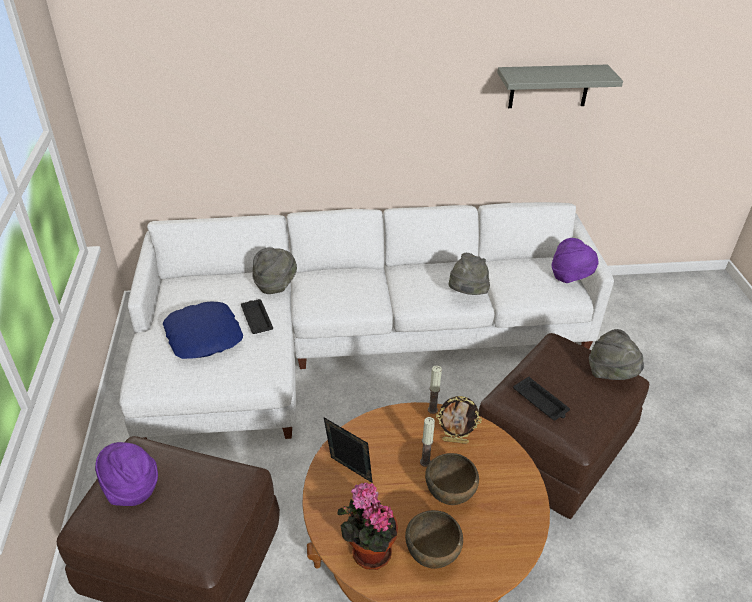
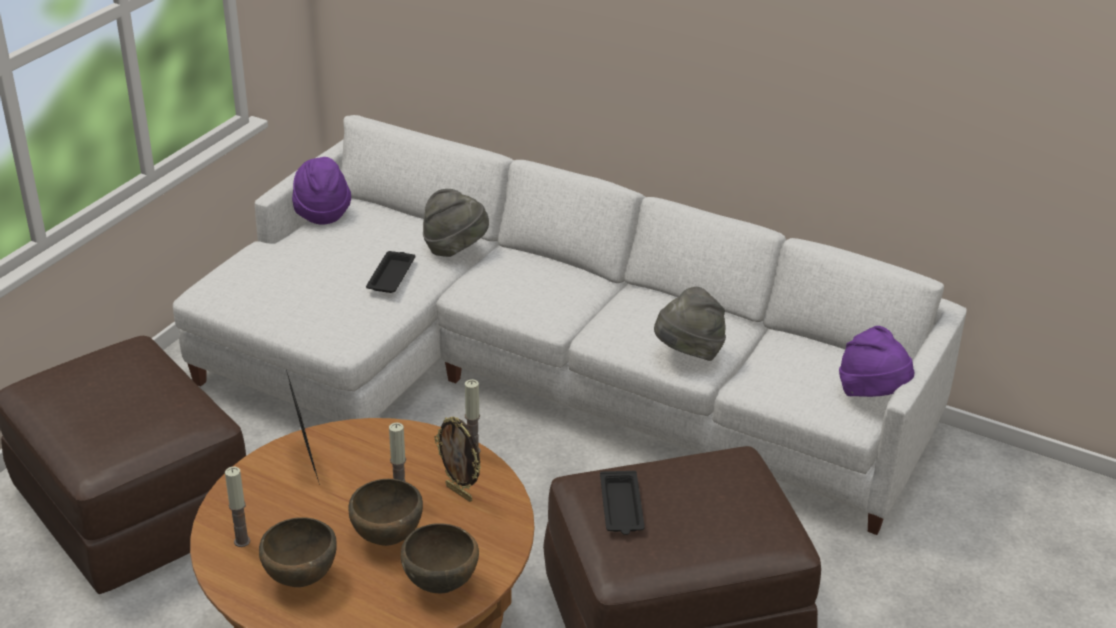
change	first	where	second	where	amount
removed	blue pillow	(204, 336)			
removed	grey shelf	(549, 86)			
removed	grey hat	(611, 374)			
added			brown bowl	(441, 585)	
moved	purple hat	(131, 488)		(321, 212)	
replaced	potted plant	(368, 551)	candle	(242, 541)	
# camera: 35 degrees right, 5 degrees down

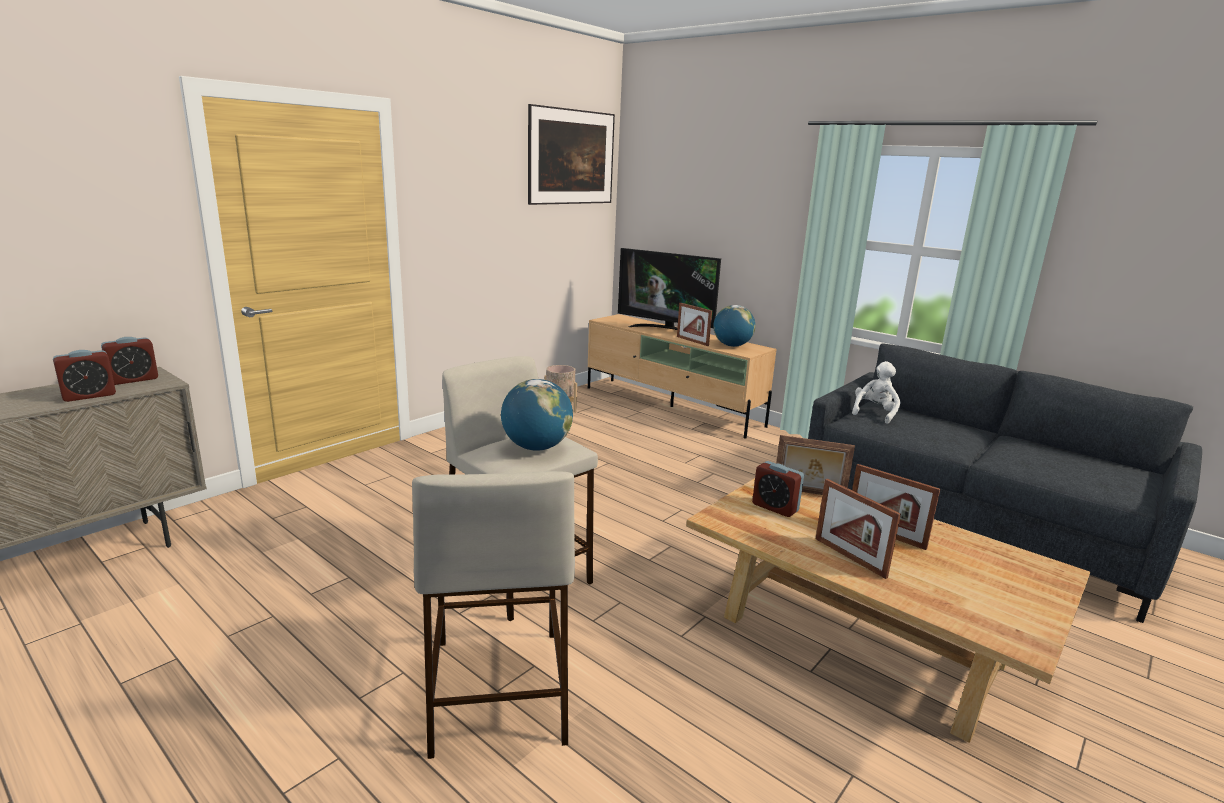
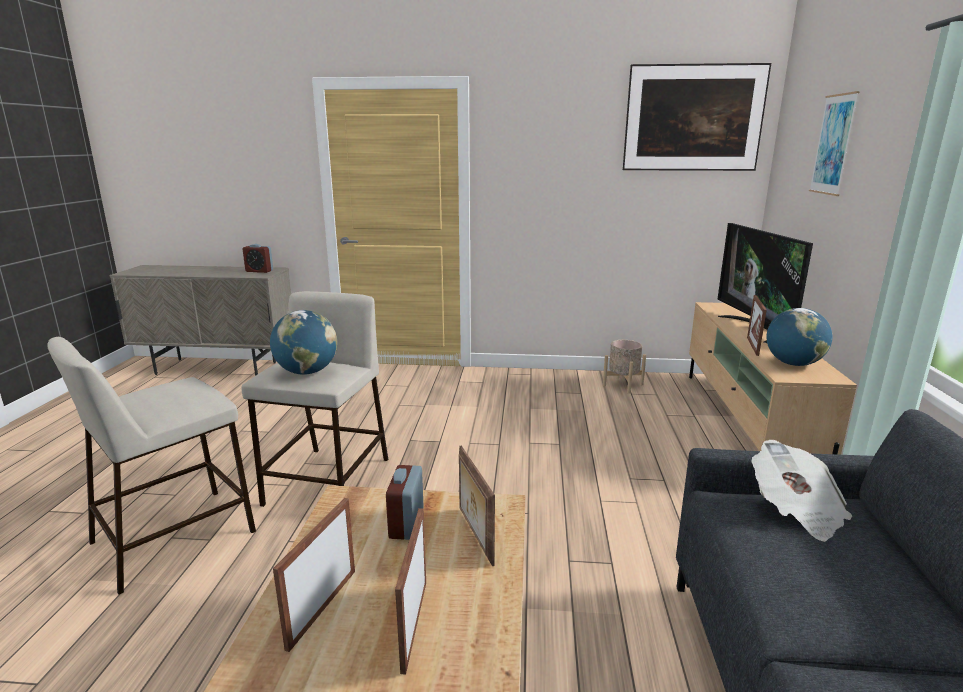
change	first	where	second	where	amount
removed	alarm clock	(89, 396)			
added			picture	(833, 144)	
replaced	white plush toy	(874, 413)	newspaper	(796, 510)	
# camera: 55 degrees right, 0 degrees up

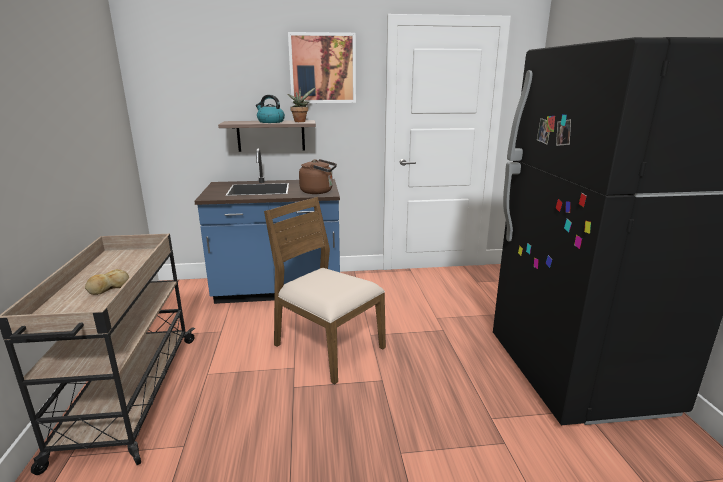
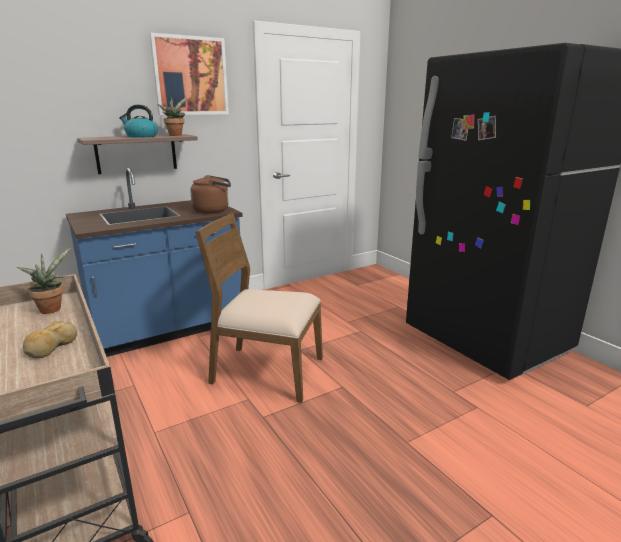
change	first	where	second	where	amount
added			potted plant	(52, 308)	
# camera: 25 degrees left, 0 degrees up

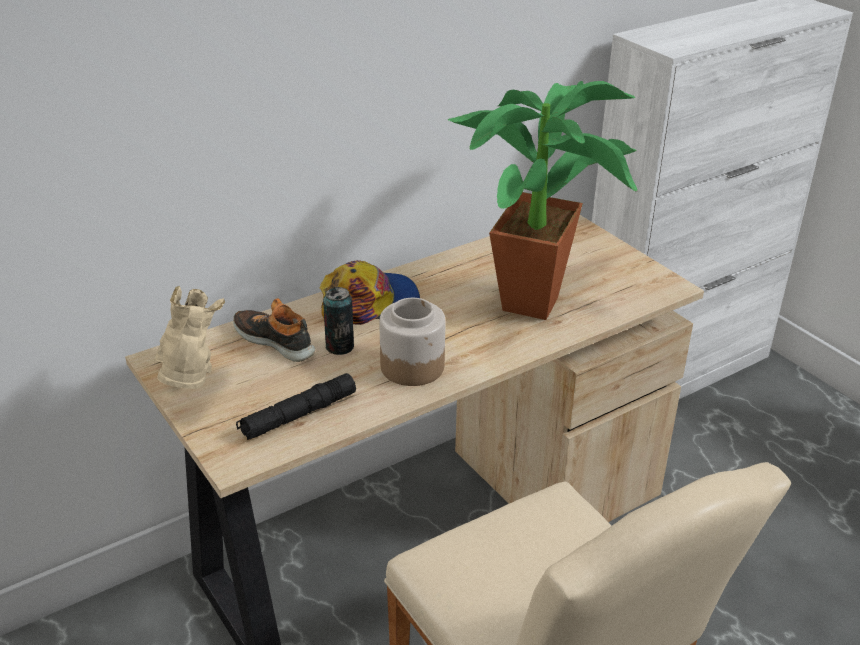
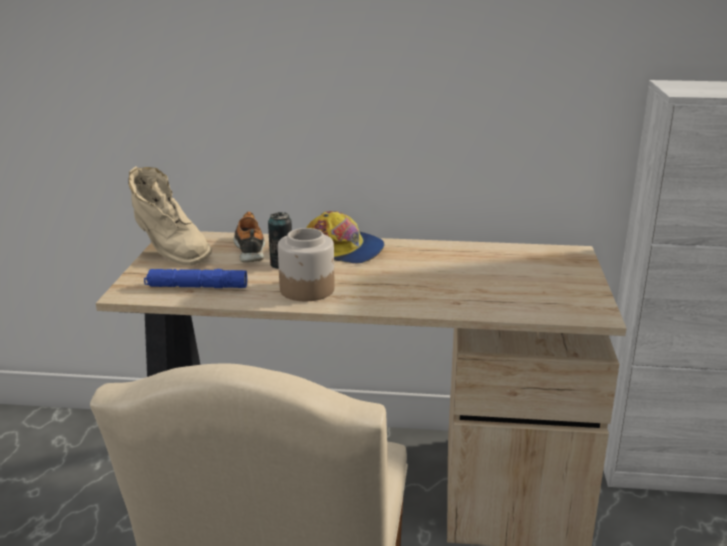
change	first	where	second	where	amount
removed	potted plant	(540, 299)			
recoloured	black flashlight	(298, 415)	blue flashlight	(196, 287)	
turned	beige boot	(190, 384)		(169, 252)	105 degrees clockwise
# camera: 40 degrees right, 10 degrees down

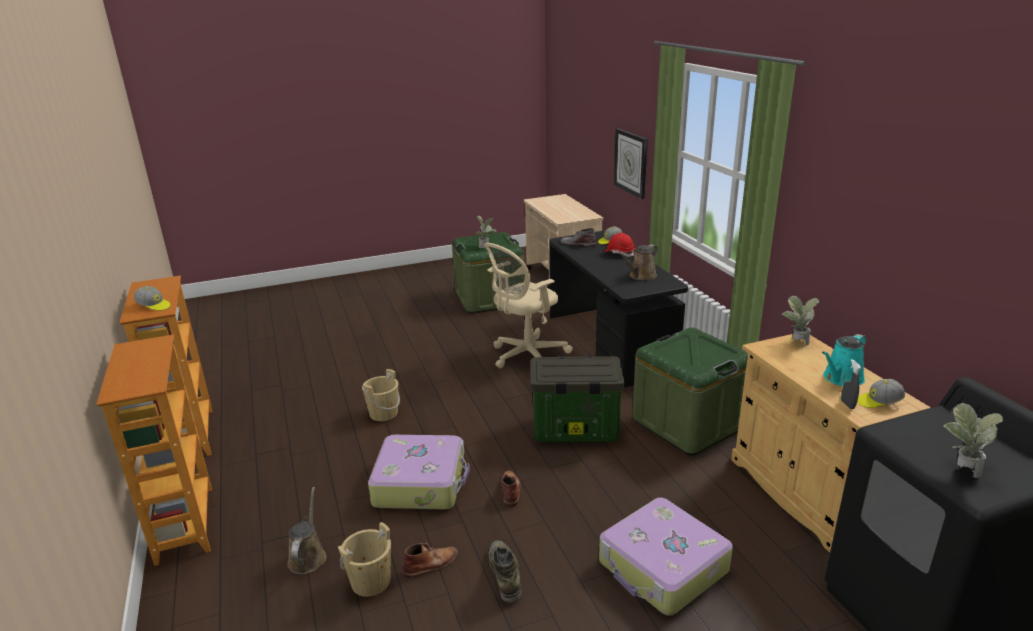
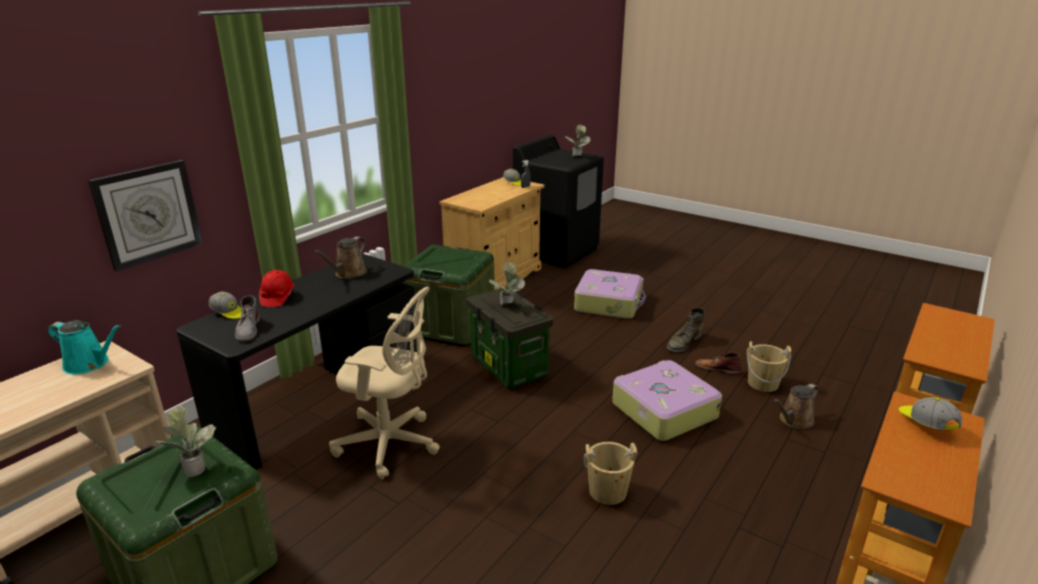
change	first	where	second	where	amount
removed	brown boot	(510, 490)			
moved	potted plant	(796, 342)		(507, 305)	
moved	turquoise watering can	(841, 379)		(89, 364)	
turned	brown watering can	(641, 276)		(348, 274)	105 degrees clockwise
# camera: 125 degrees left, 0 degrees up

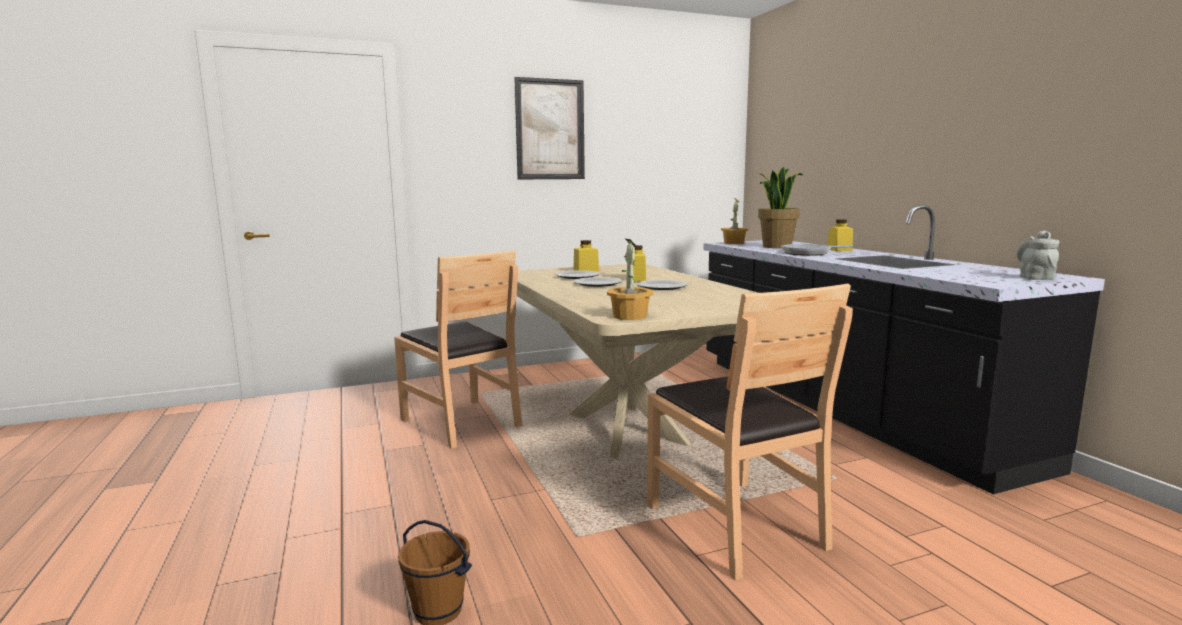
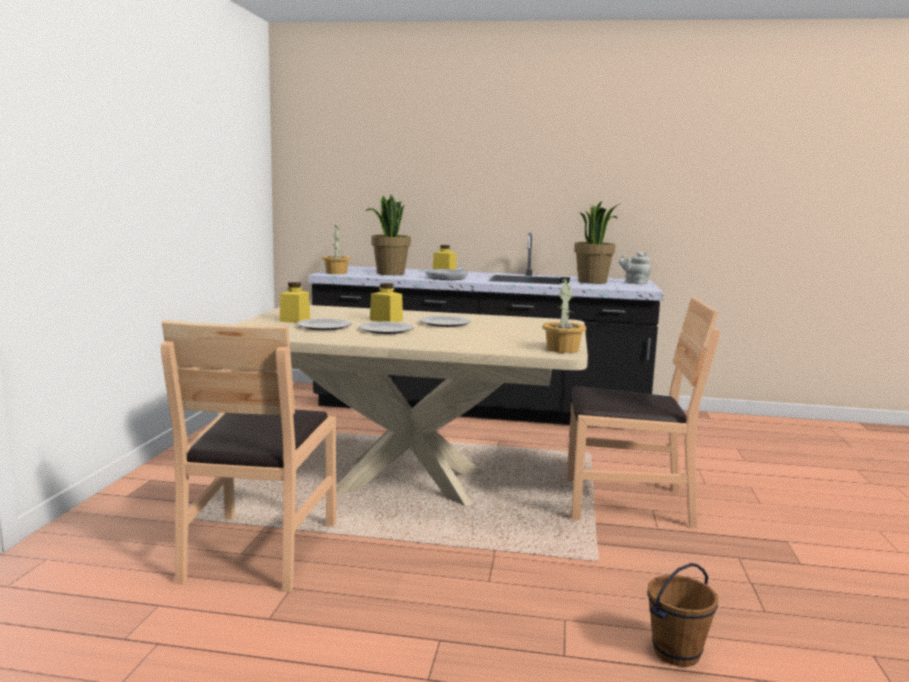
change	first	where	second	where	amount
removed	picture	(550, 129)			
added			potted plant	(593, 282)	
turned	brown chair	(461, 422)		(259, 550)	105 degrees clockwise
# camera: 60 degrees left, 0 degrees up

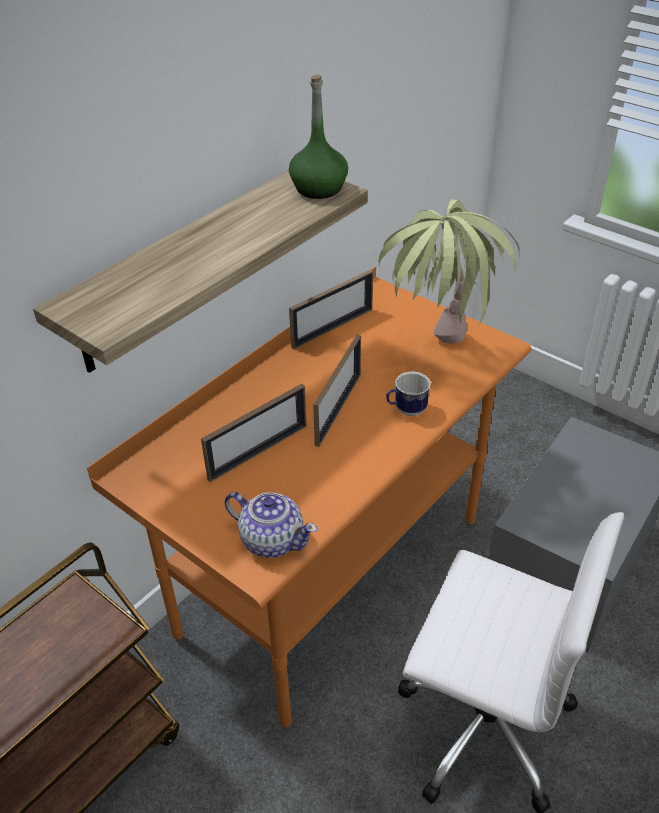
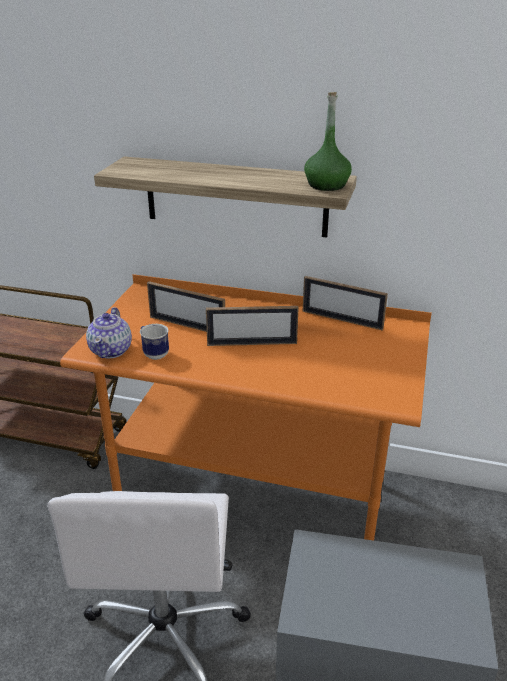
change	first	where	second	where	amount
removed	potted plant	(436, 360)			
moved	mug	(406, 410)		(153, 353)	
# camera: 65 degrees right, 10 degrees down

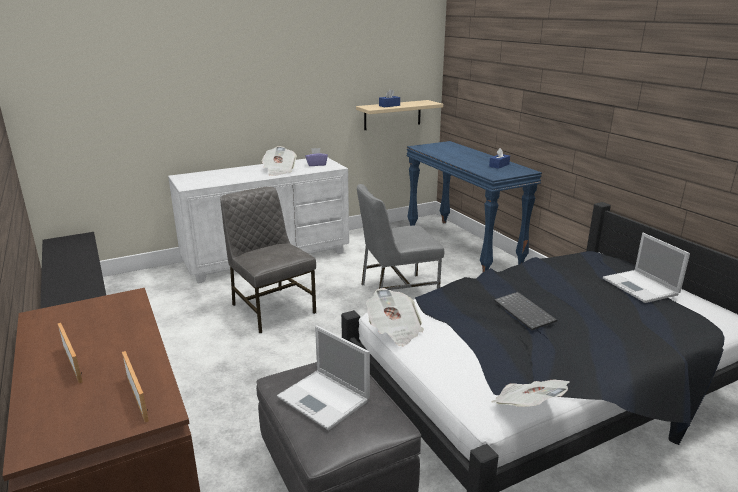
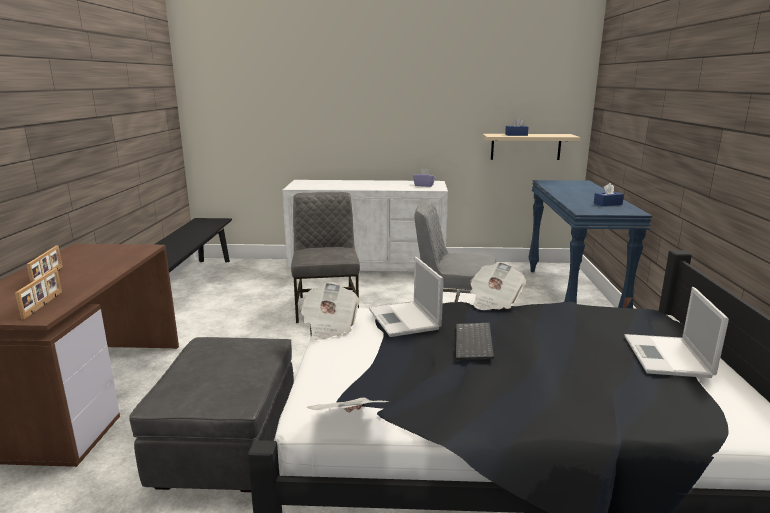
change	first	where	second	where	amount
moved	newspaper	(279, 171)		(494, 301)	
moved	laptop	(325, 399)		(404, 320)	
# camera: 30 degrees right, 5 degrees down

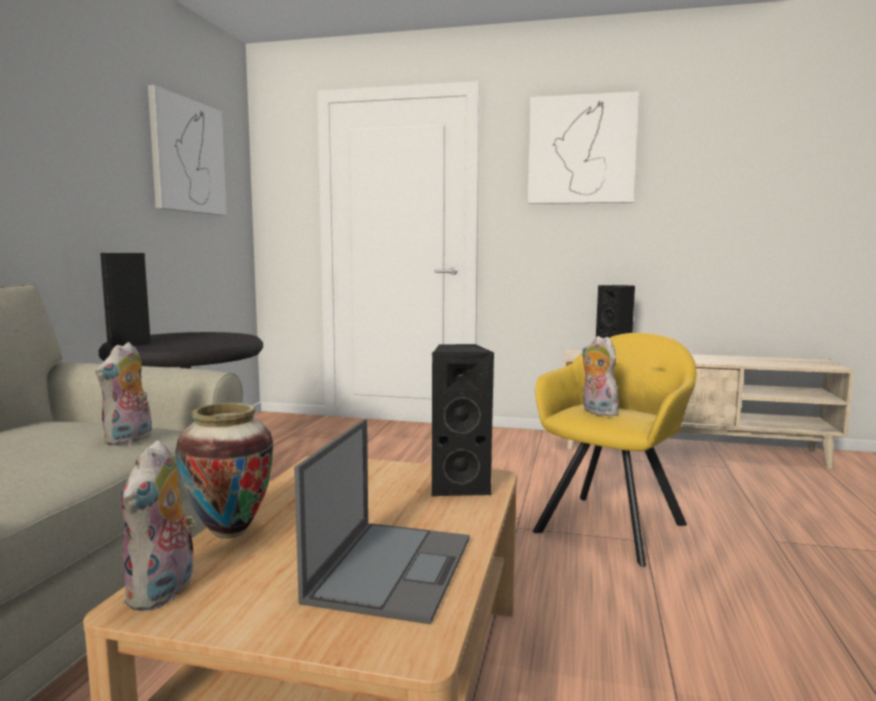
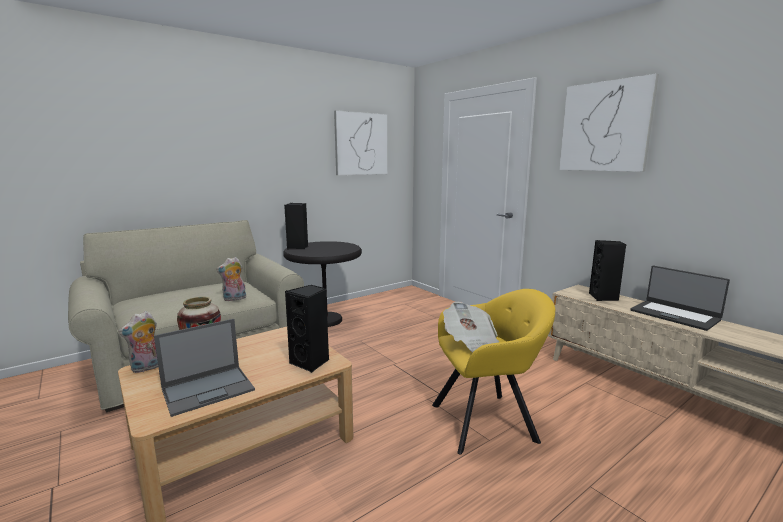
change	first	where	second	where	amount
added			laptop	(674, 315)	
replaced	plush toy	(596, 412)	newspaper	(470, 341)	
# camera: 40 degrees right, 5 degrees up

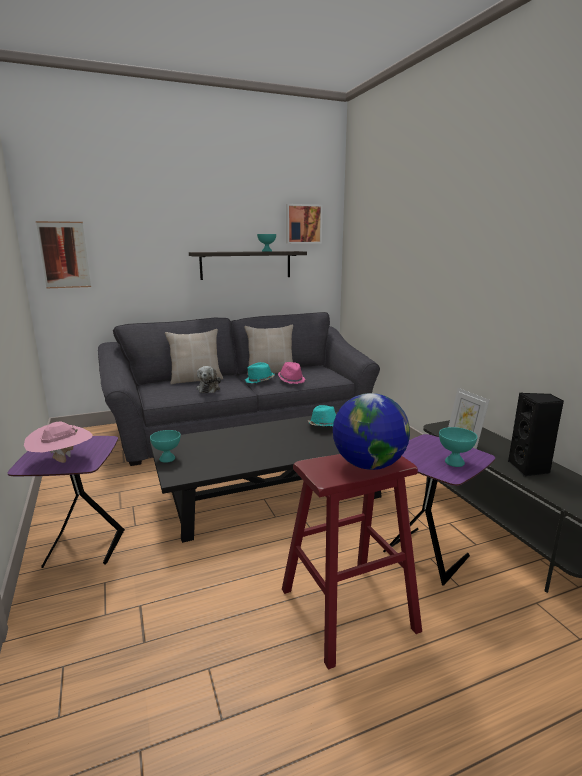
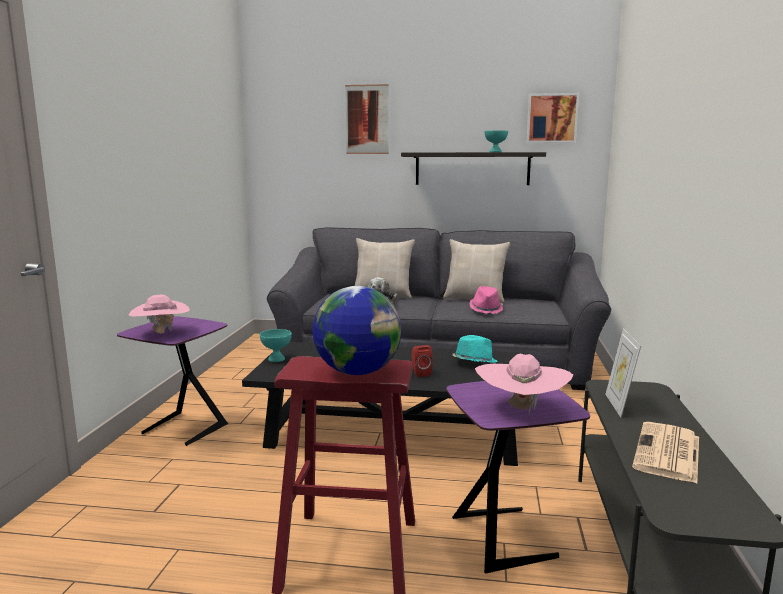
change	first	where	second	where	amount
removed	turquoise hat	(259, 380)			
added			red speaker	(420, 373)	
moved	picture	(64, 255)		(367, 119)	
replaced	turquoise bowl	(454, 462)	pink hat	(521, 409)	
replaced	black speaker	(529, 468)	newspaper	(668, 453)	
# camera: 30 degrees right, 5 degrees down

